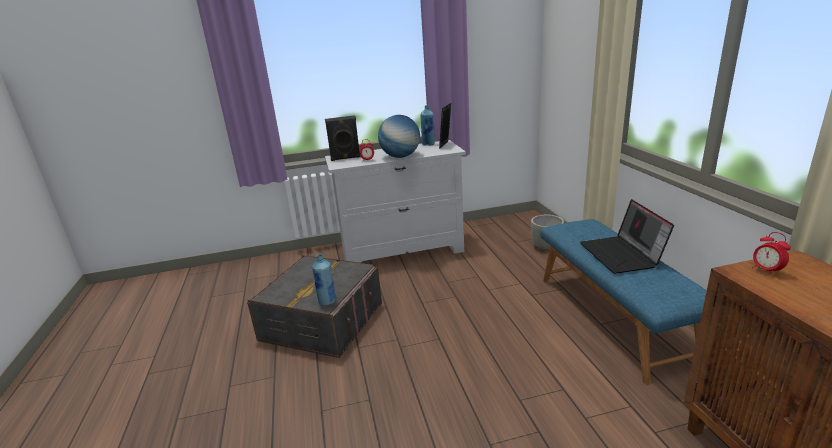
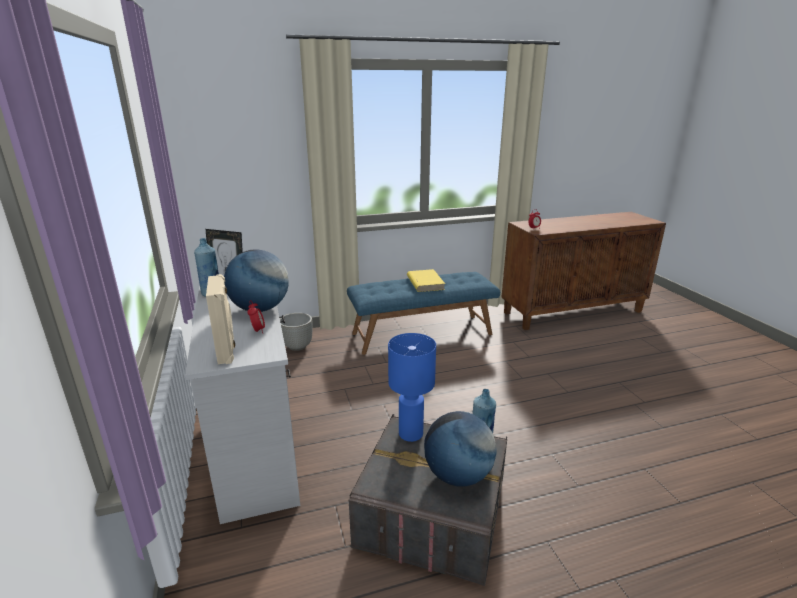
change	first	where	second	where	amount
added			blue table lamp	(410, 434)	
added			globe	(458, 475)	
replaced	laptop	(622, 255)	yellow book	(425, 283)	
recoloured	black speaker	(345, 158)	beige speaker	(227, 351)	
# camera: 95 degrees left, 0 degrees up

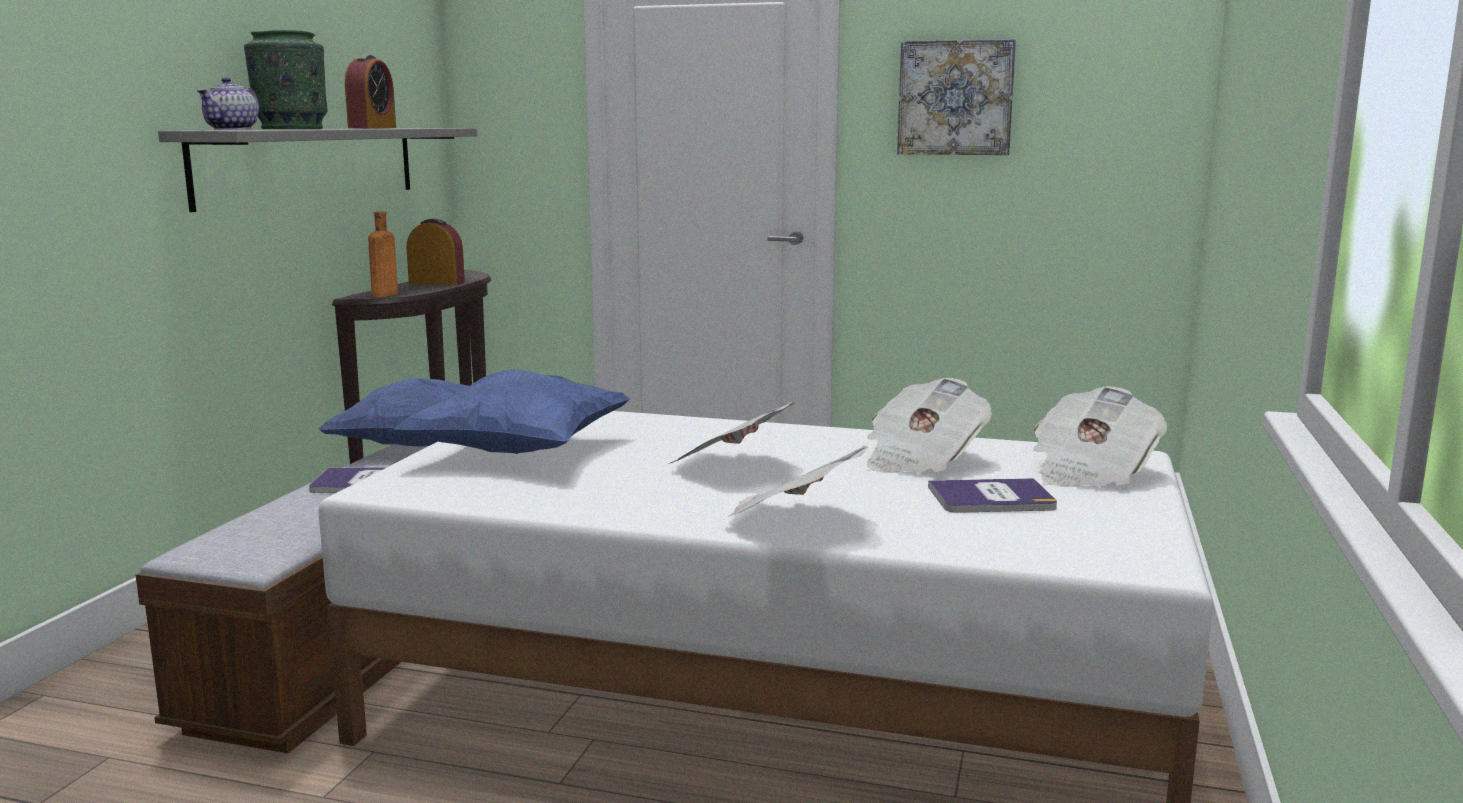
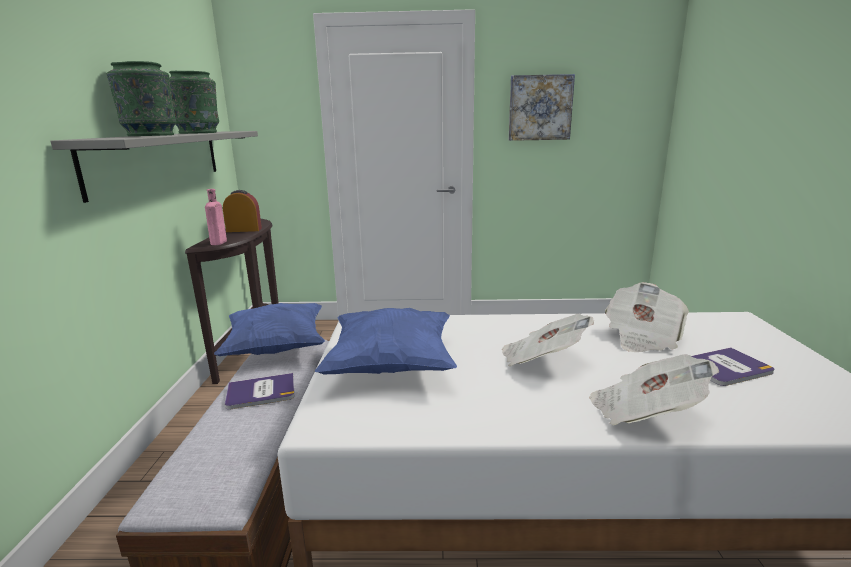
change	first	where	second	where	amount
removed	teapot	(232, 129)			
removed	newspaper	(1090, 472)			
replaced	alarm clock	(372, 128)	green vase	(199, 133)	
recoloured	orange bottle	(383, 295)	pink bottle	(218, 243)	
# camera: 15 degrees left, 5 degrees up

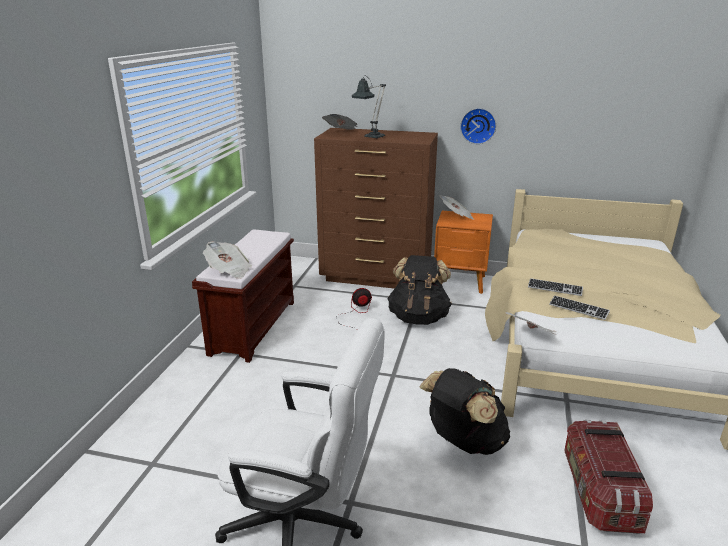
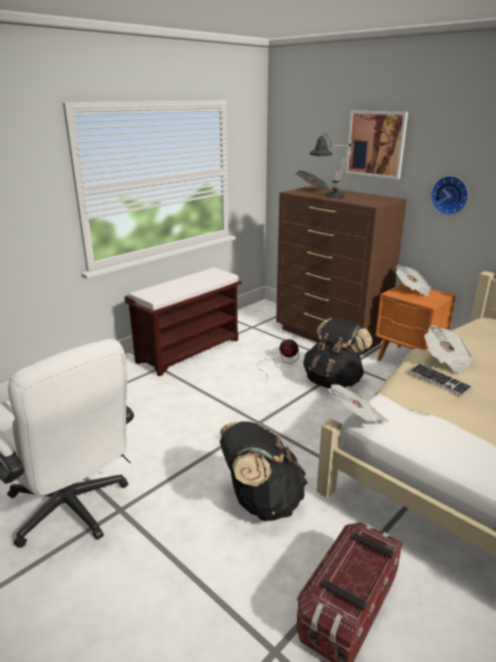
change	first	where	second	where	amount
removed	keyboard	(578, 309)			
added			picture	(376, 144)	
moved	newspaper	(229, 271)		(446, 361)	
# camera: 30 degrees right, 0 degrees up

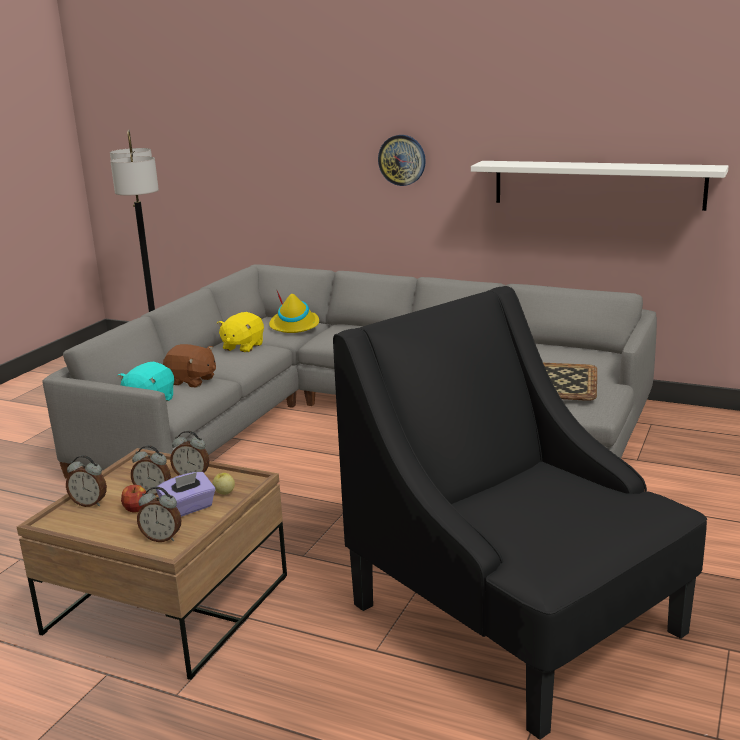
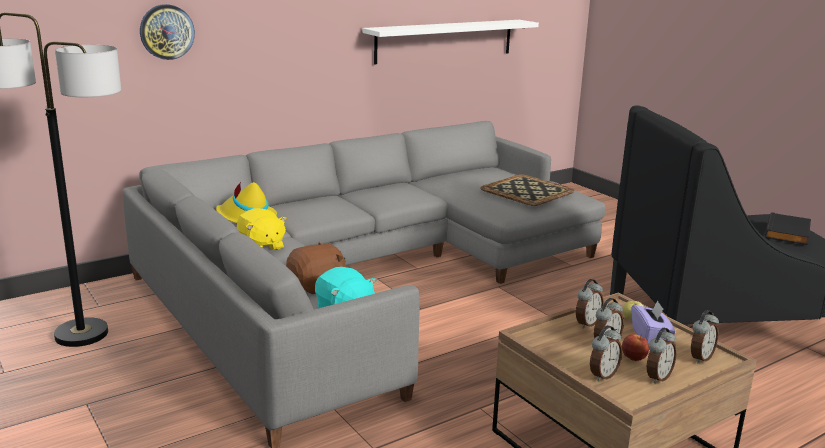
change	first	where	second	where	amount
added			alarm clock	(657, 377)	
added			black book	(789, 233)	
moved	wall clock	(402, 160)		(167, 32)	
# camera: 60 degrees left, 0 degrees up

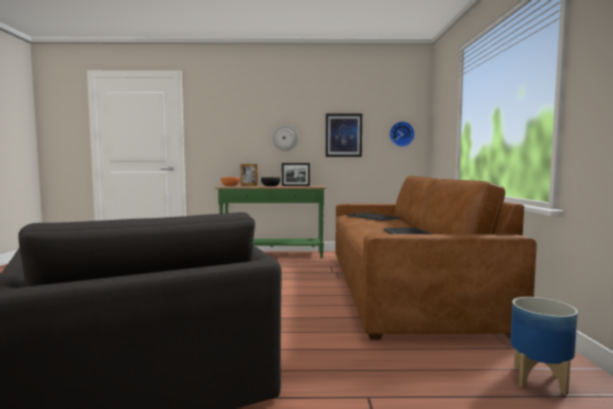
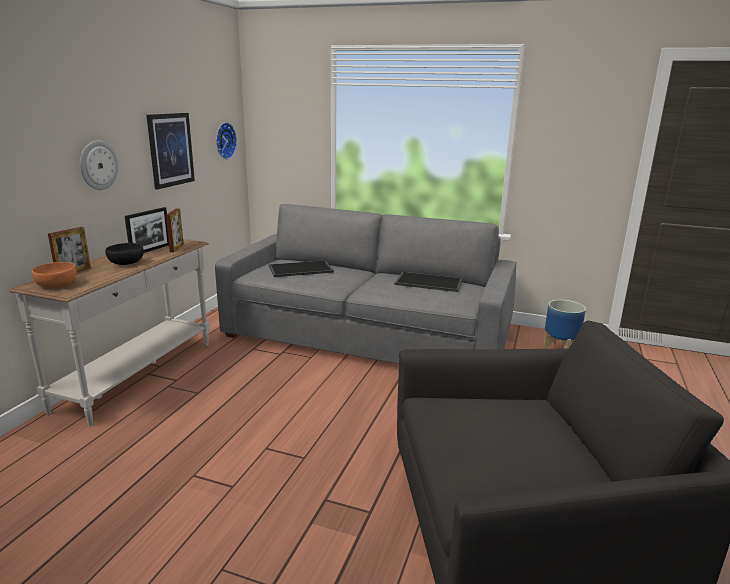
change	first	where	second	where	amount
added			picture frame	(176, 248)	
recoloured	green console table	(272, 255)	white console table	(139, 375)	
recoloured	brown sofa	(402, 287)	grey sofa	(367, 334)	
# camera: 70 degrees left, 15 degrees up

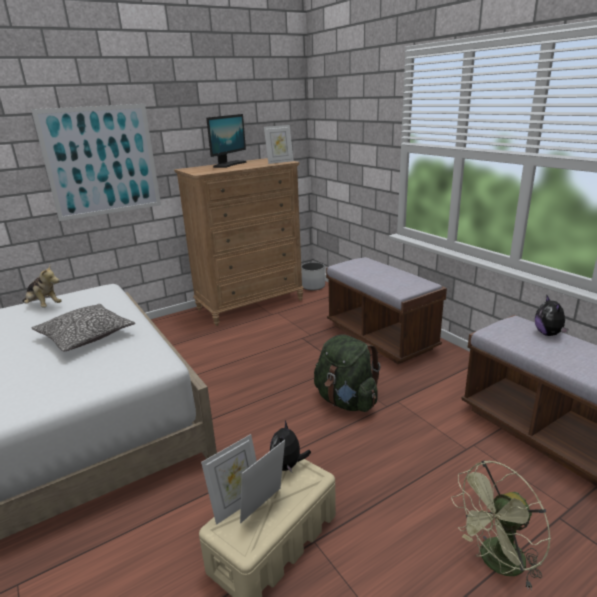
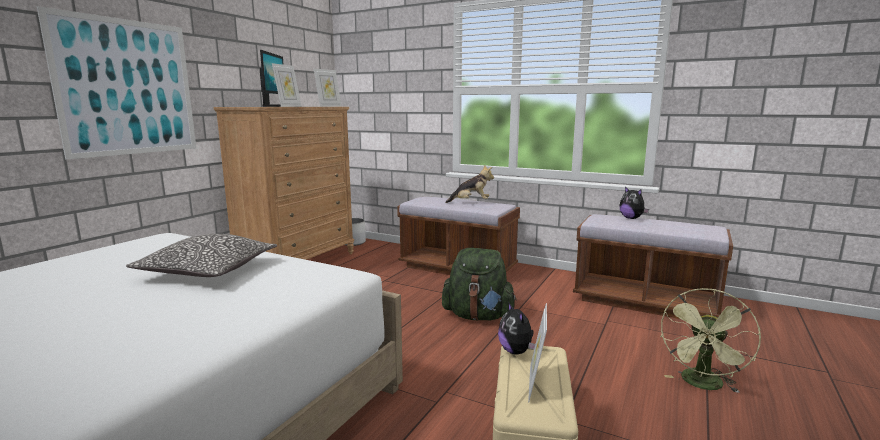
change	first	where	second	where	amount
moved	plush toy	(43, 306)		(471, 202)	
moved	picture frame	(237, 505)		(288, 106)	
# camera: 30 degrees left, 10 degrees down

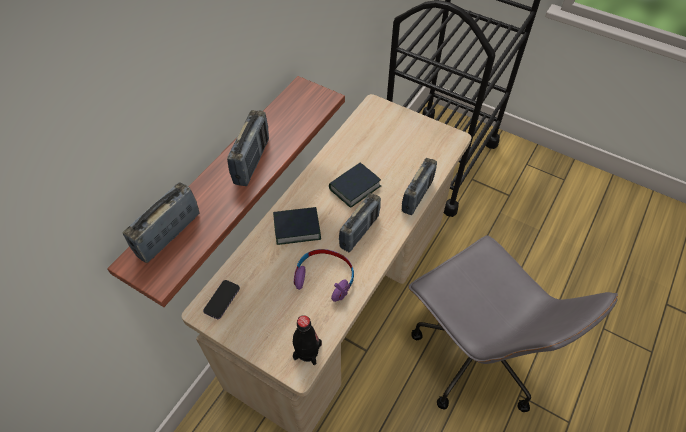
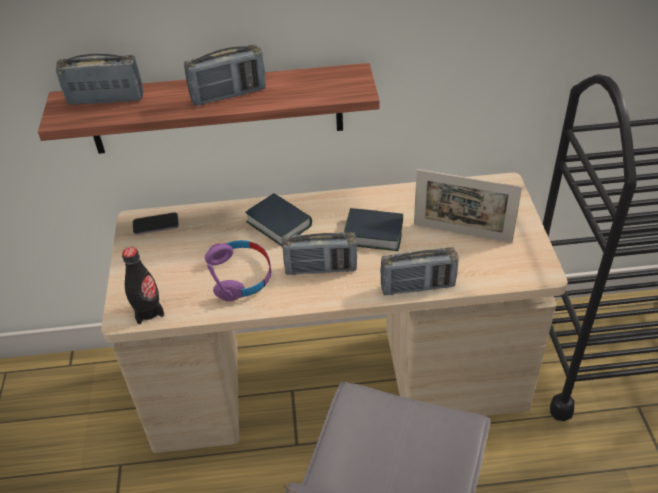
change	first	where	second	where	amount
added			picture frame	(462, 233)	
# camera: 55 degrees right, 10 degrees down

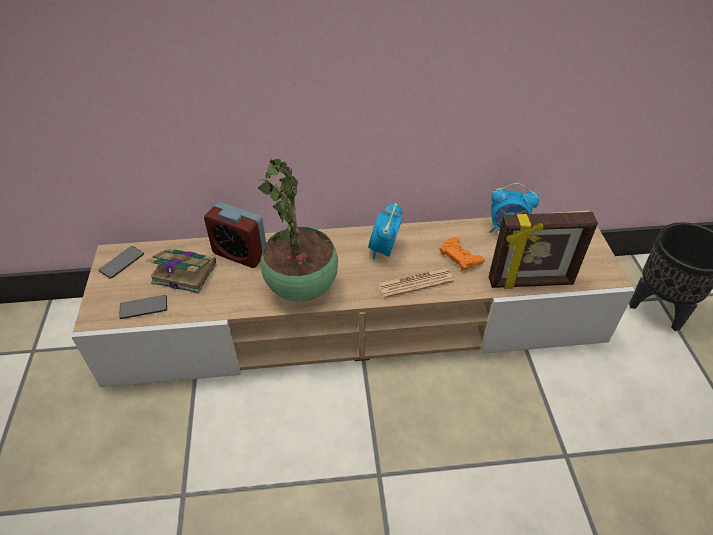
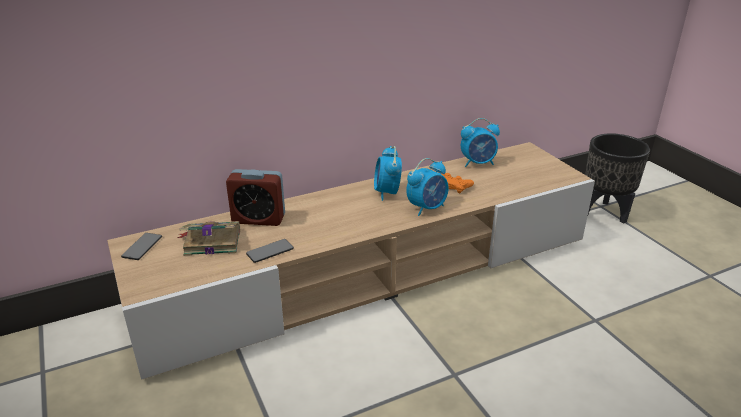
change	first	where	second	where	amount
removed	potted plant	(302, 290)			
removed	picture frame	(530, 283)			
moved	phone	(143, 307)		(270, 251)	
replaced	newspaper	(415, 283)	alarm clock	(427, 208)	
# camera: 20 degrees left, 15 degrees down

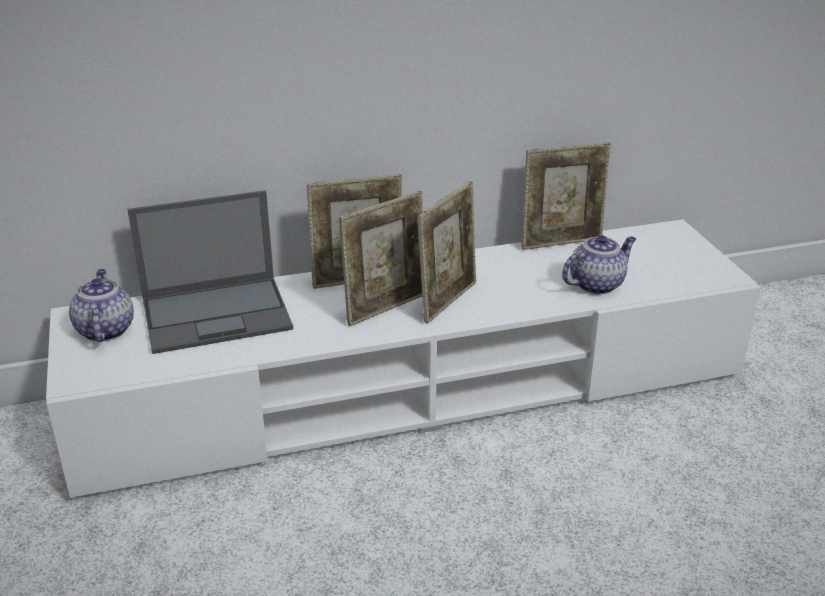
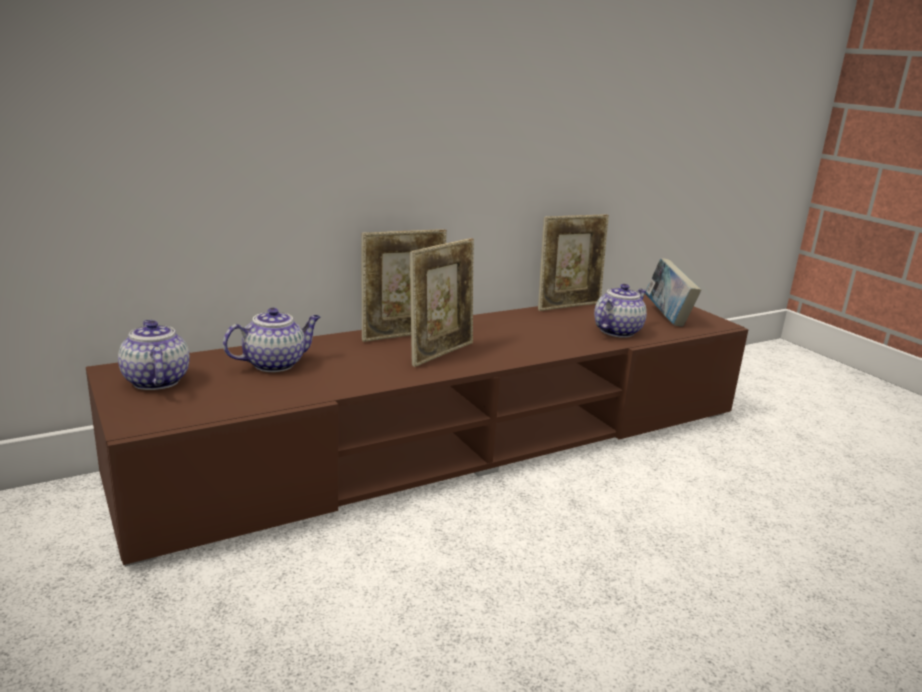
change	first	where	second	where	amount
removed	picture frame	(447, 301)			
added			book	(667, 317)	
replaced	laptop	(218, 314)	teapot	(275, 363)	
recoloured	white tv stand	(414, 390)	brown tv stand	(456, 443)	
# camera: 15 degrees left, 10 degrees down

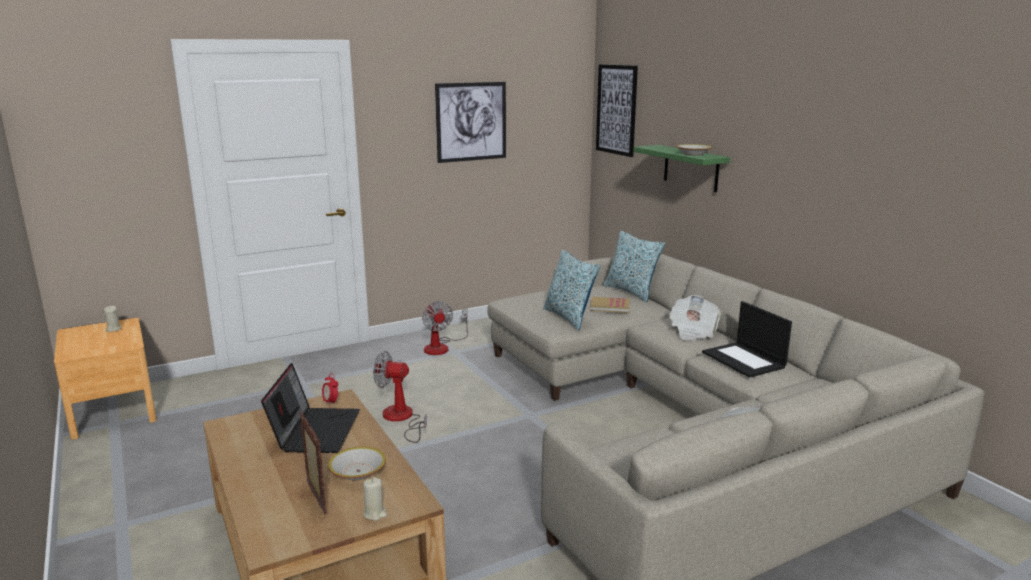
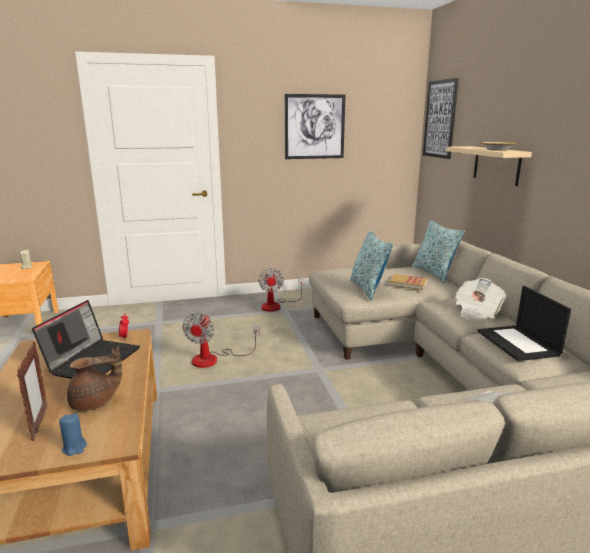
change	first	where	second	where	amount
replaced	bowl	(358, 471)	brown teapot	(95, 403)	
recoloured	beige candle	(375, 513)	blue candle	(74, 448)	
recoloured	green shelf	(691, 168)	beige shelf	(496, 165)	
turned	fan	(401, 419)		(214, 359)	105 degrees counterclockwise
# camera: 15 degrees right, 0 degrees up

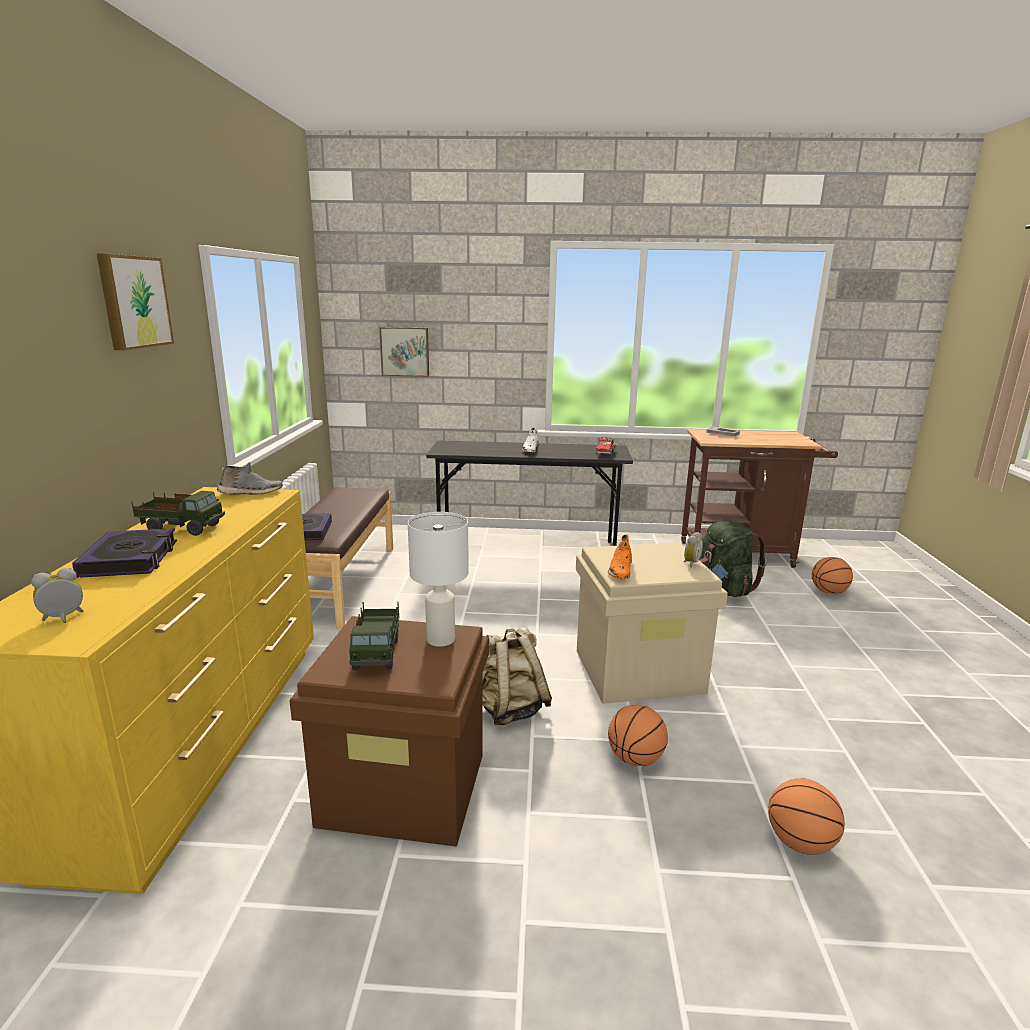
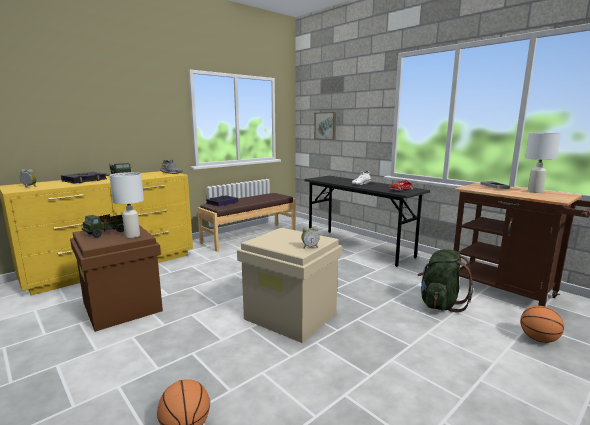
change	first	where	second	where	amount
removed	picture	(133, 302)			
removed	beige backpack	(508, 709)			
removed	orange shoe	(620, 570)			
removed	basketball	(635, 759)			
added			white table lamp	(534, 192)	
# camera: 45 degrees right, 5 degrees down

